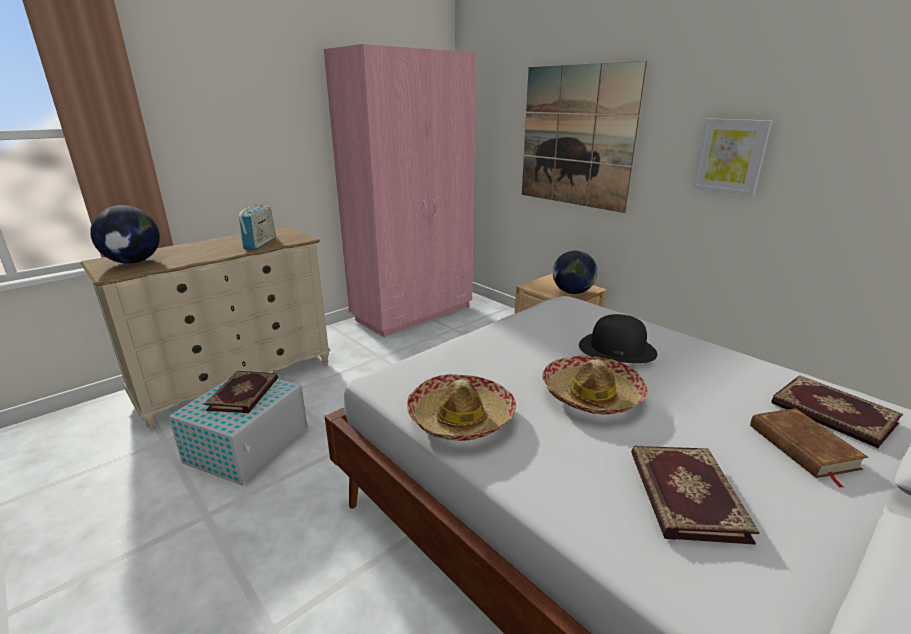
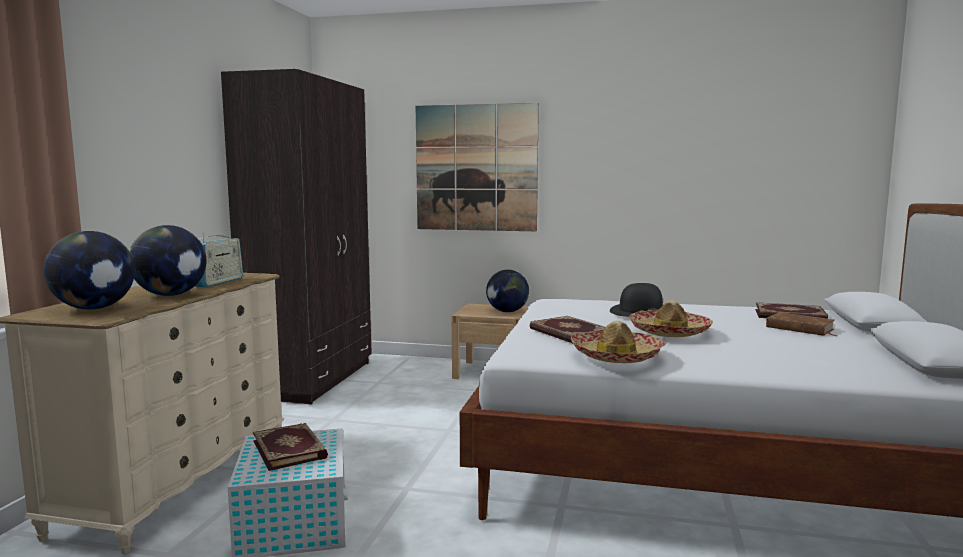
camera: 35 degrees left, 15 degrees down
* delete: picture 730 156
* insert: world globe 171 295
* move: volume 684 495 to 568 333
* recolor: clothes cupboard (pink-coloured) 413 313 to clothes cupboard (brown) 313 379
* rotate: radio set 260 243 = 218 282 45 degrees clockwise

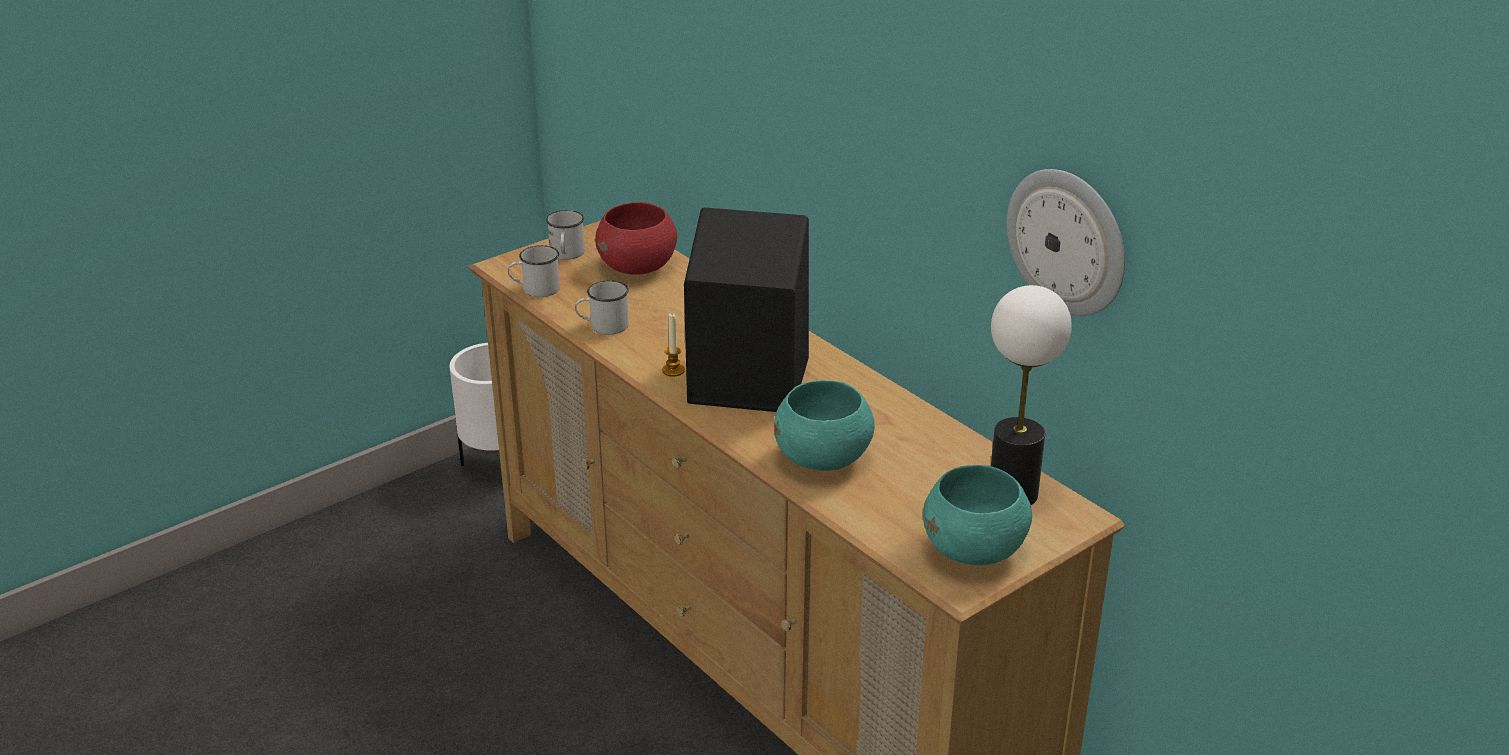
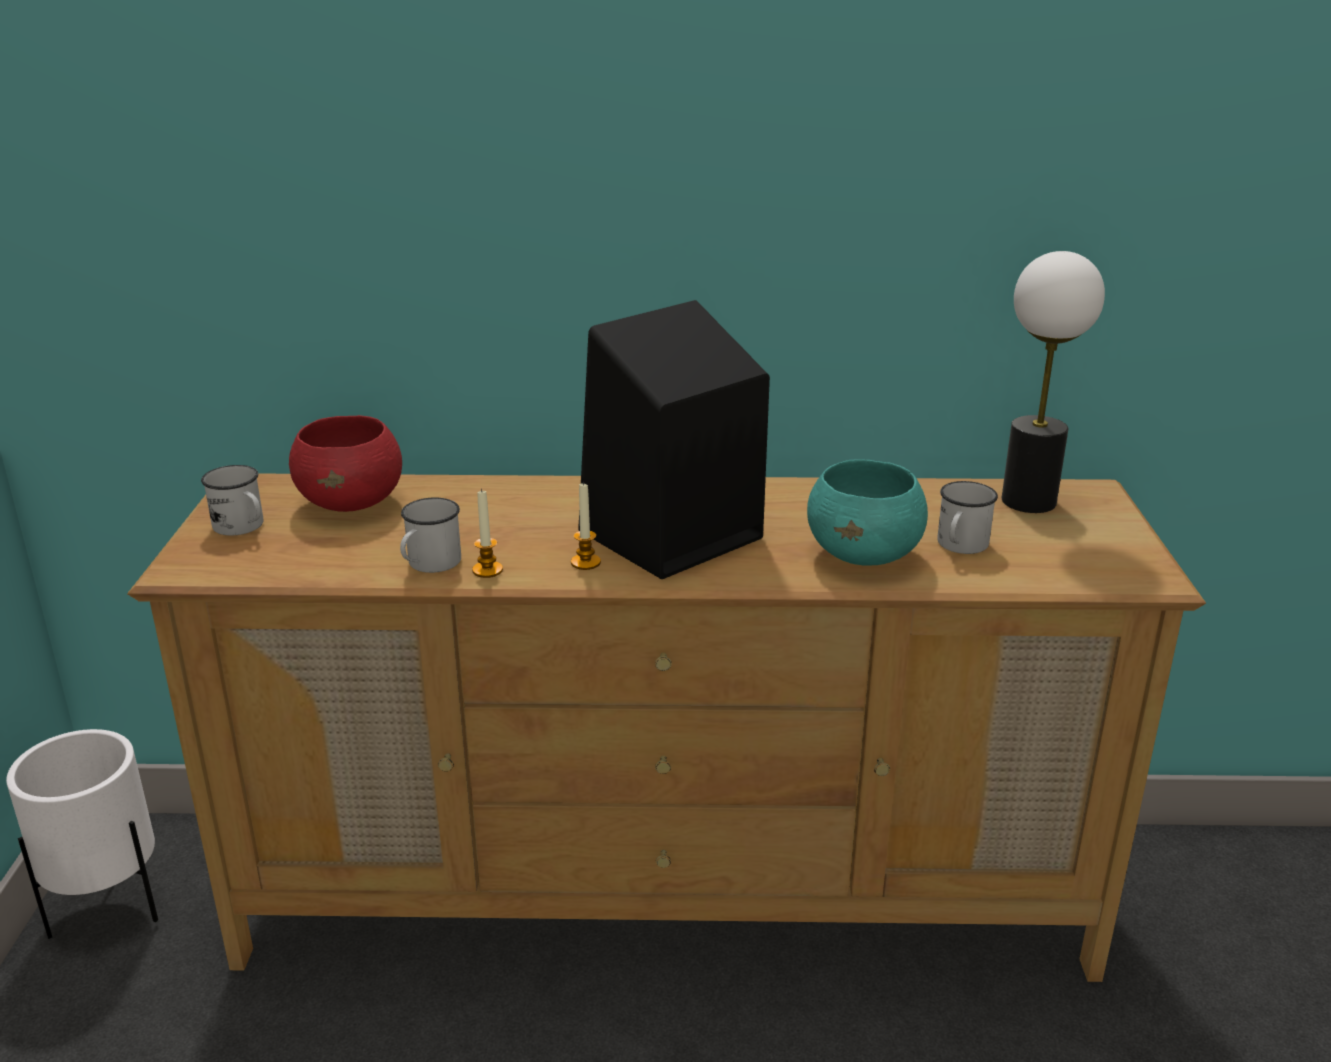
camera: 50 degrees left, 5 degrees down
* delete: serving bowl (blue-green) 975 550
* delete: wall clock 1068 241
* insert: wax light 487 570
* move: tea mug (white) 535 289 to 960 546

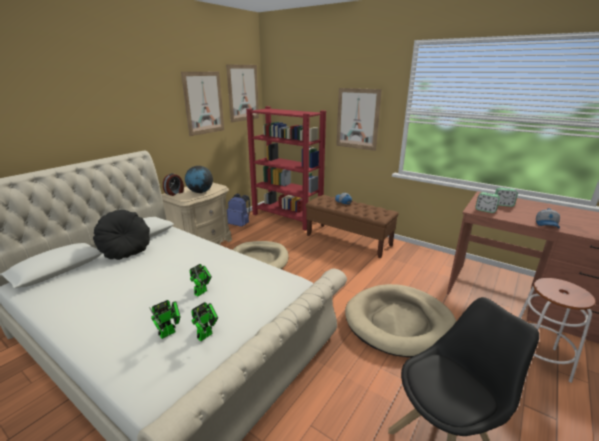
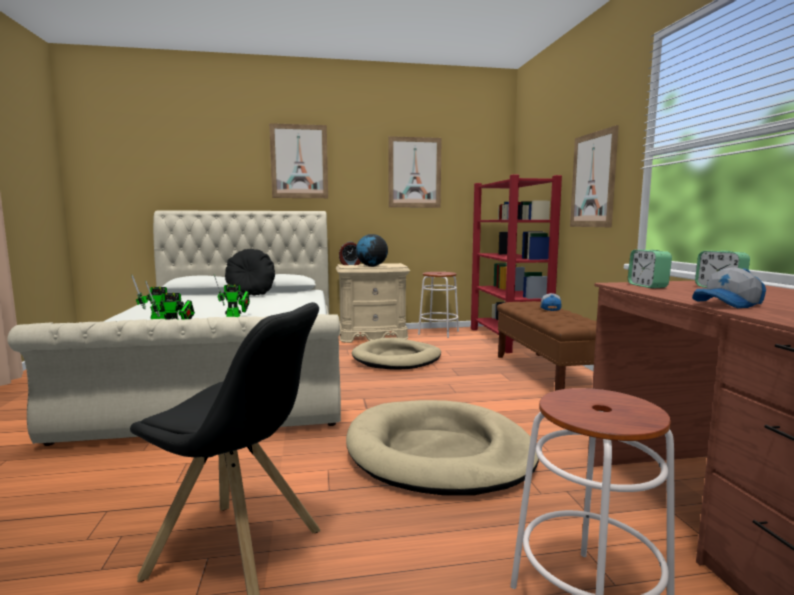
camera: 45 degrees right, 15 degrees down
* move: picture 243 93 to 299 161
* replace: backpack (bluish) 240 225 to stool (white) 438 332

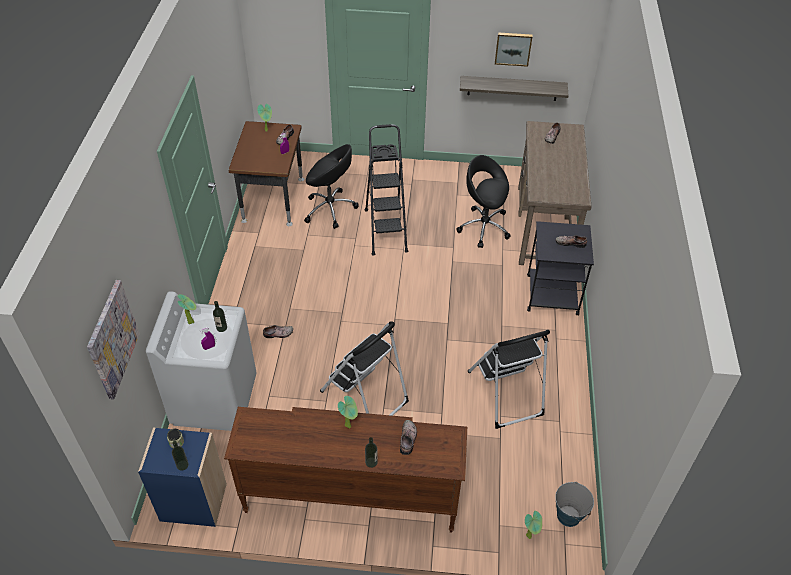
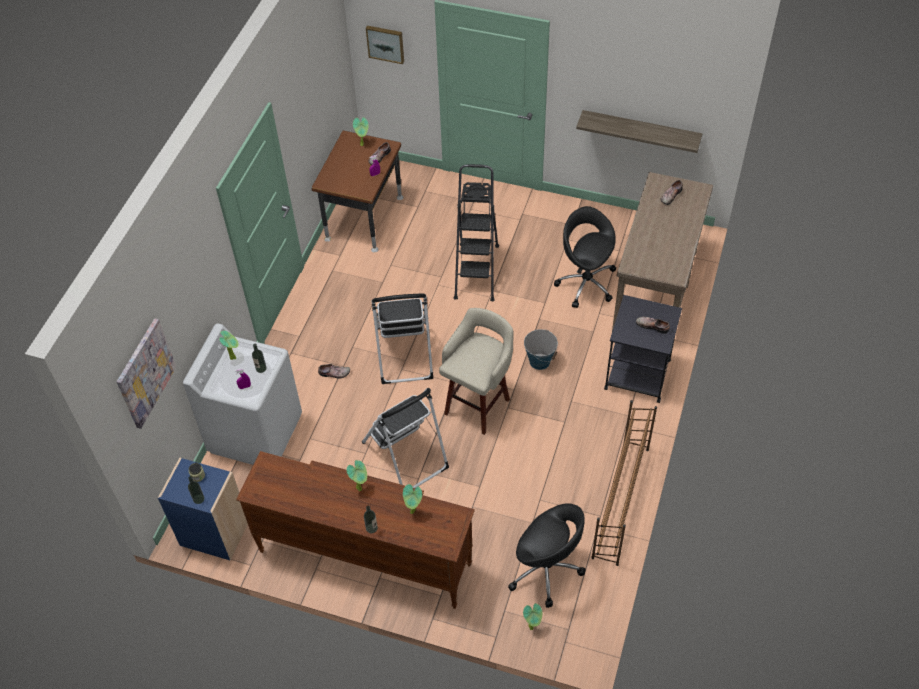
camera: 15 degrees right, 5 degrees up
* insert: stool (beige-coloured) 479 405
* insert: shoe rack (brown) 620 502
* move: computer chair (black-coloured) 331 209 to 547 571
* move: step stool 505 395 to 404 354
* move: picture 513 48 to 385 43
* move: bucket 568 515 to 539 361
* replace: item of footwear 408 439 to plant in a pot 413 512

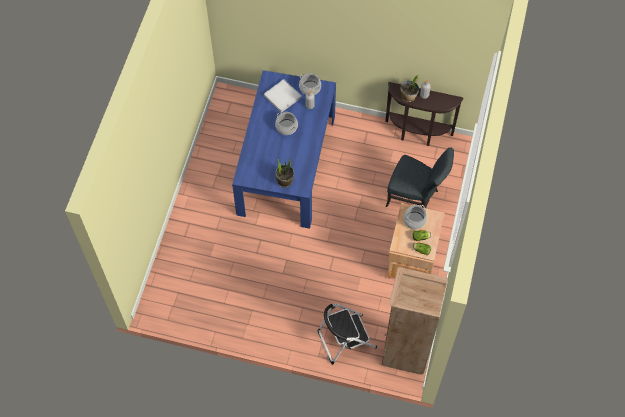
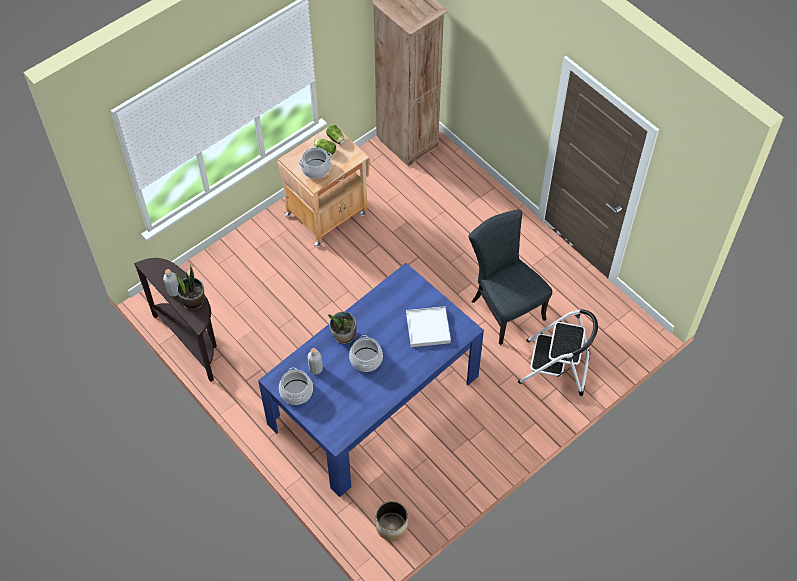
camera: 145 degrees left, 5 degrees down
* insert: plant pot 391 526
* move: serving tray (white) 282 96 to 428 328
* move: plant in a pot 284 181 to 344 335
* move: step stool 345 339 to 557 368
* move: plain chair (greyish) 415 198 to 504 307

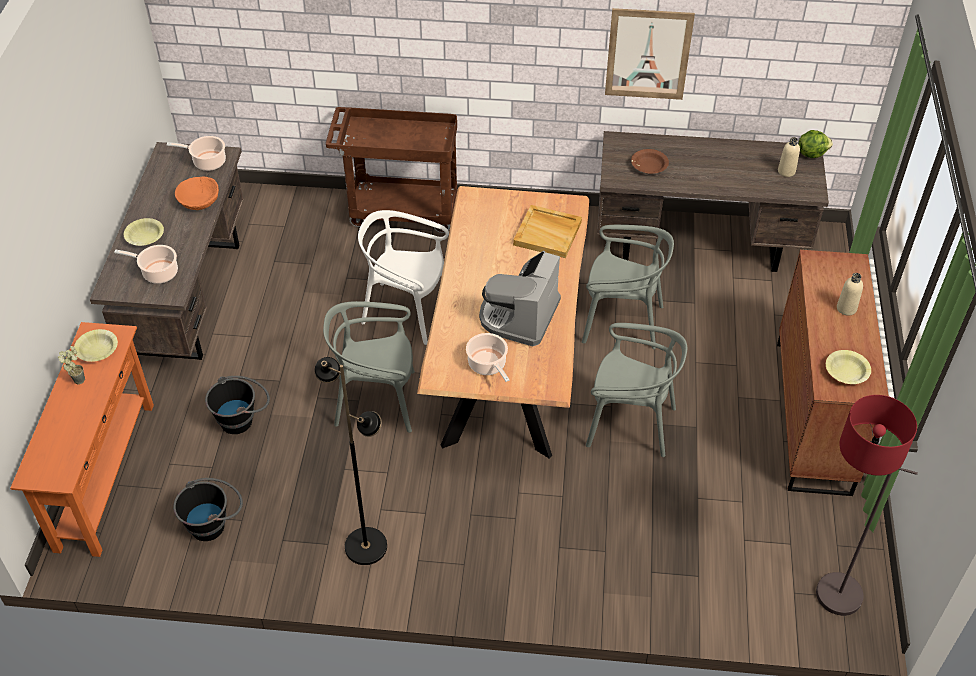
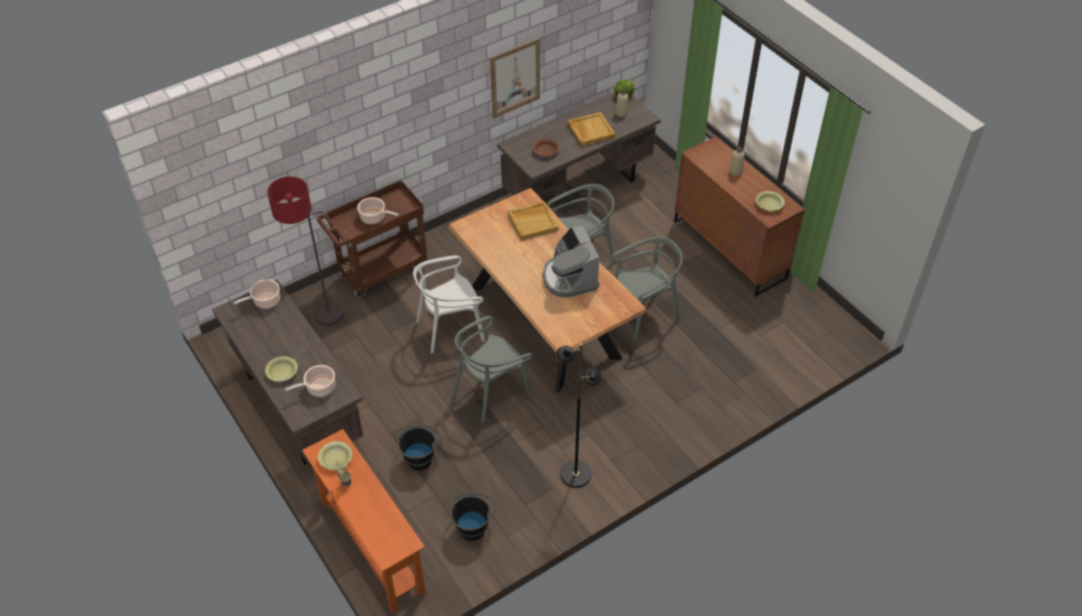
camera: 40 degrees left, 0 degrees up
* delete: serving bowl (orangey) 199 200
* insert: serving tray (beige-coloured) 590 130
* move: stockpot 488 365 to 374 217
* move: standing lamp (reddish) 824 591 to 320 317

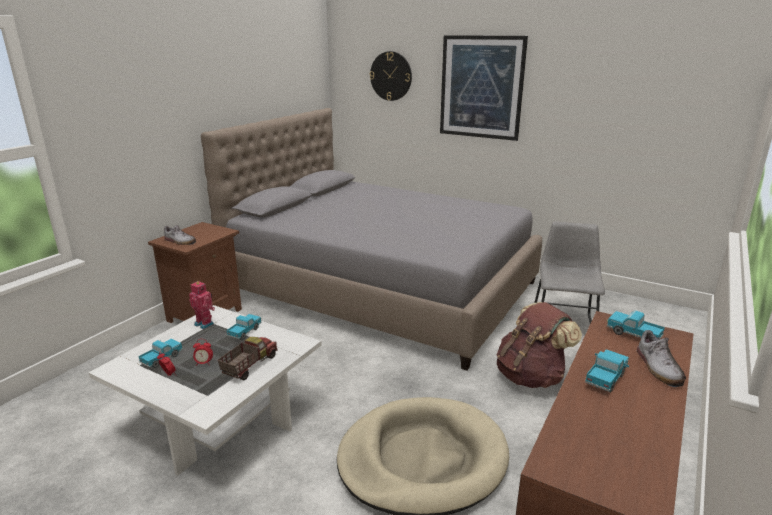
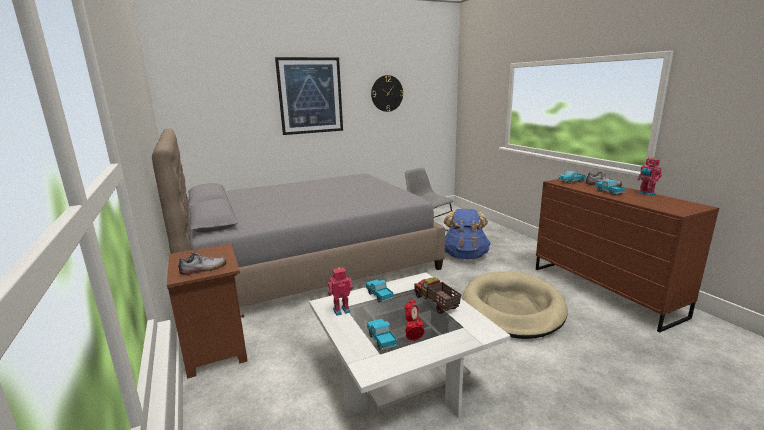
camera: 55 degrees left, 5 degrees down
* insert: robot figure 646 194
* move: wall clock 391 76 to 387 93
* recolor: backpack (brown) 531 376 to backpack (bluish) 465 256

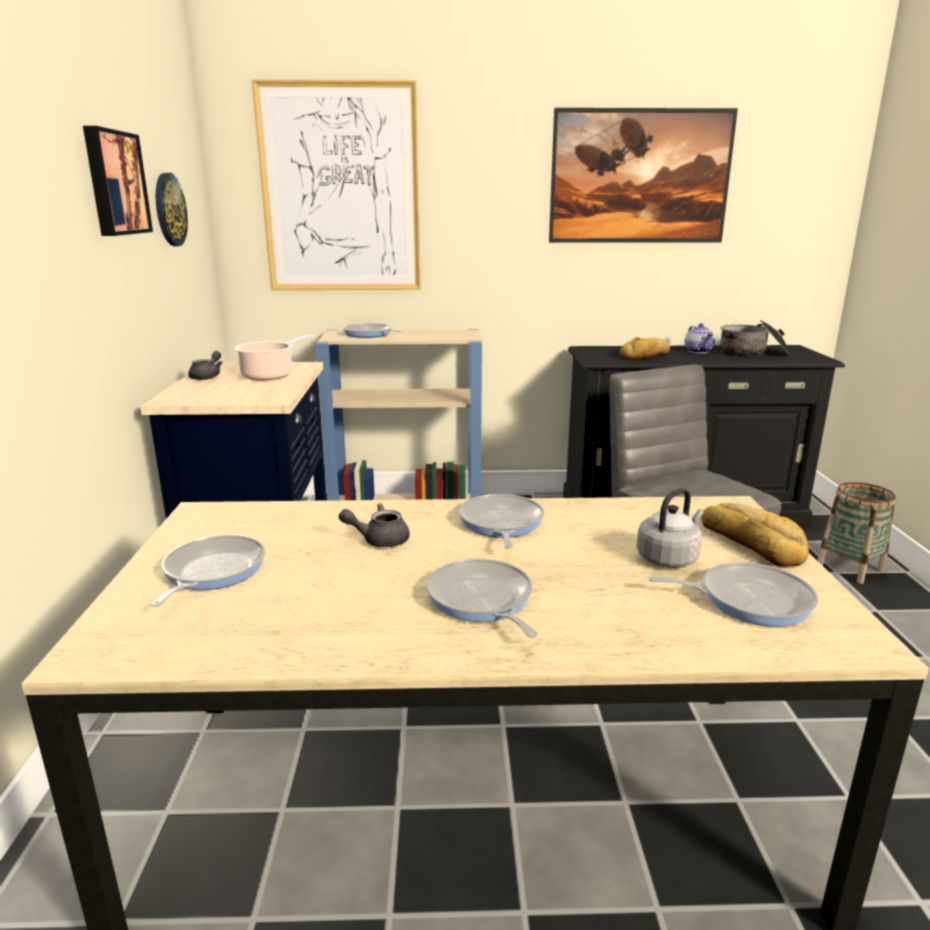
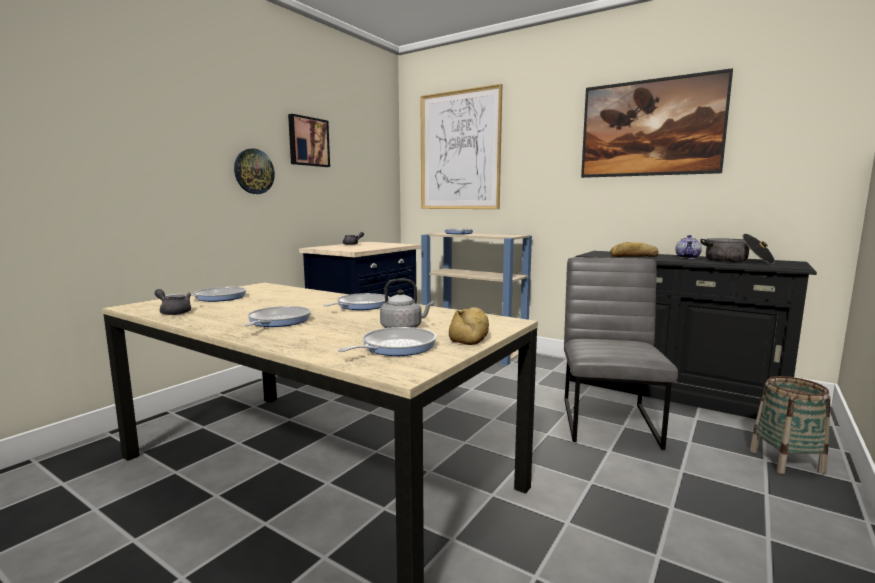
camera: 35 degrees right, 10 degrees down
* delete: stockpot 270 375
* move: wall clock 169 209 to 254 171
* move: teapot (greyish) 379 540 to 174 312
* rotate: frying pan 748 599 = 395 347 90 degrees counterclockwise

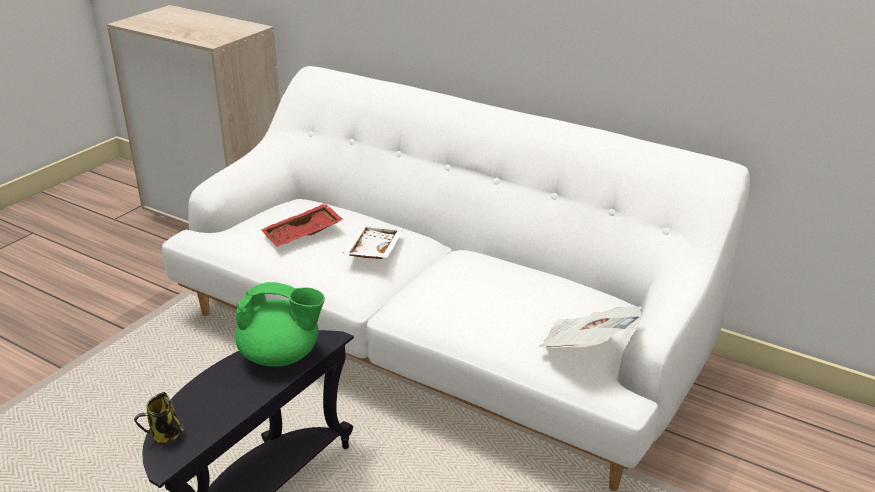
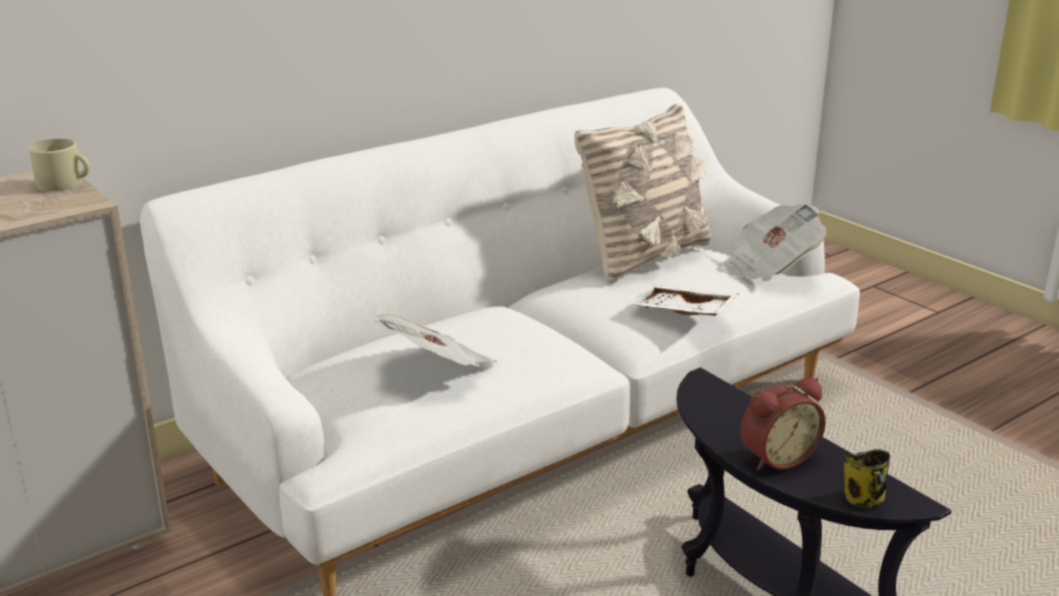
camera: 70 degrees left, 5 degrees down
* delete: teapot (green) 281 356
* insert: tea mug (beige-coloured) 65 184
* insert: throw pillow (beige-coloured) 645 258
* insert: bedside clock 776 457
* move: serving tray (white) 372 250 to 682 313
* replace: serving tray (reddish) 303 235 to daily paper 437 369

